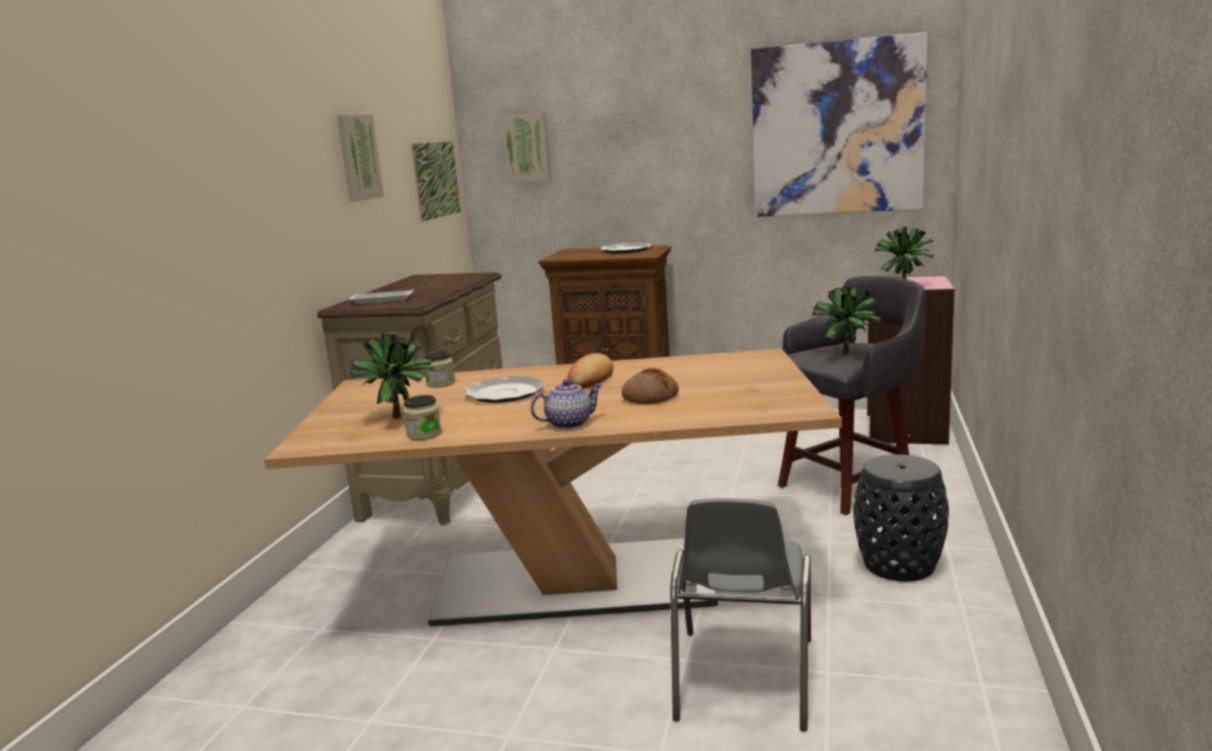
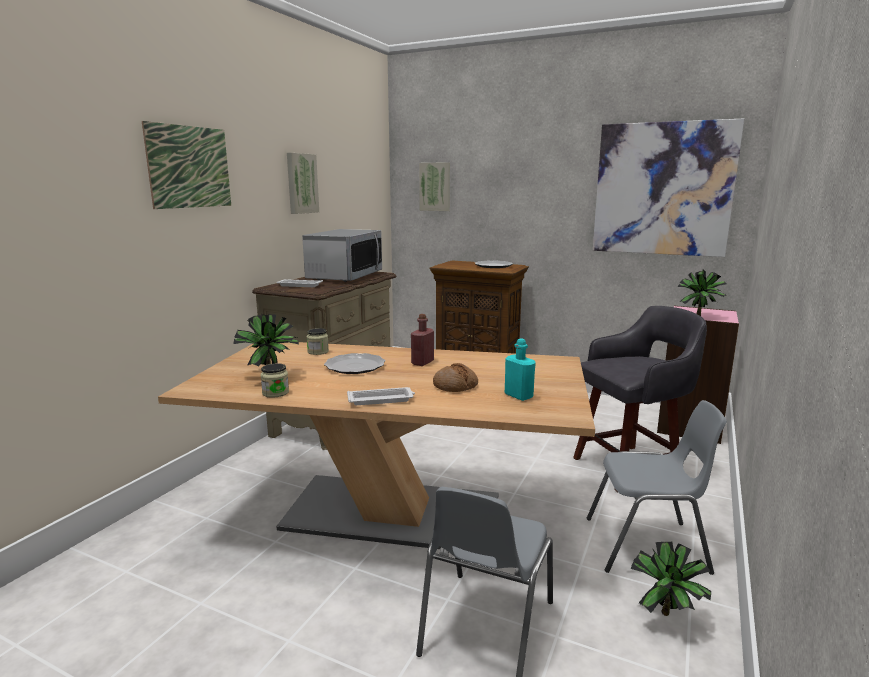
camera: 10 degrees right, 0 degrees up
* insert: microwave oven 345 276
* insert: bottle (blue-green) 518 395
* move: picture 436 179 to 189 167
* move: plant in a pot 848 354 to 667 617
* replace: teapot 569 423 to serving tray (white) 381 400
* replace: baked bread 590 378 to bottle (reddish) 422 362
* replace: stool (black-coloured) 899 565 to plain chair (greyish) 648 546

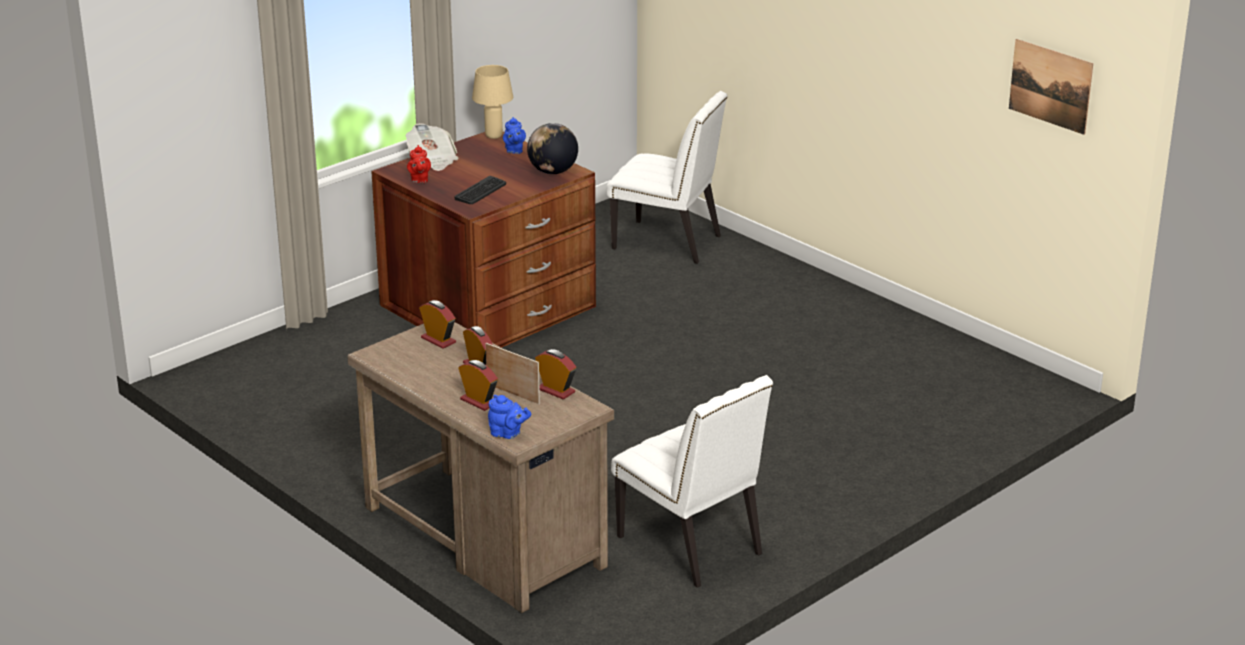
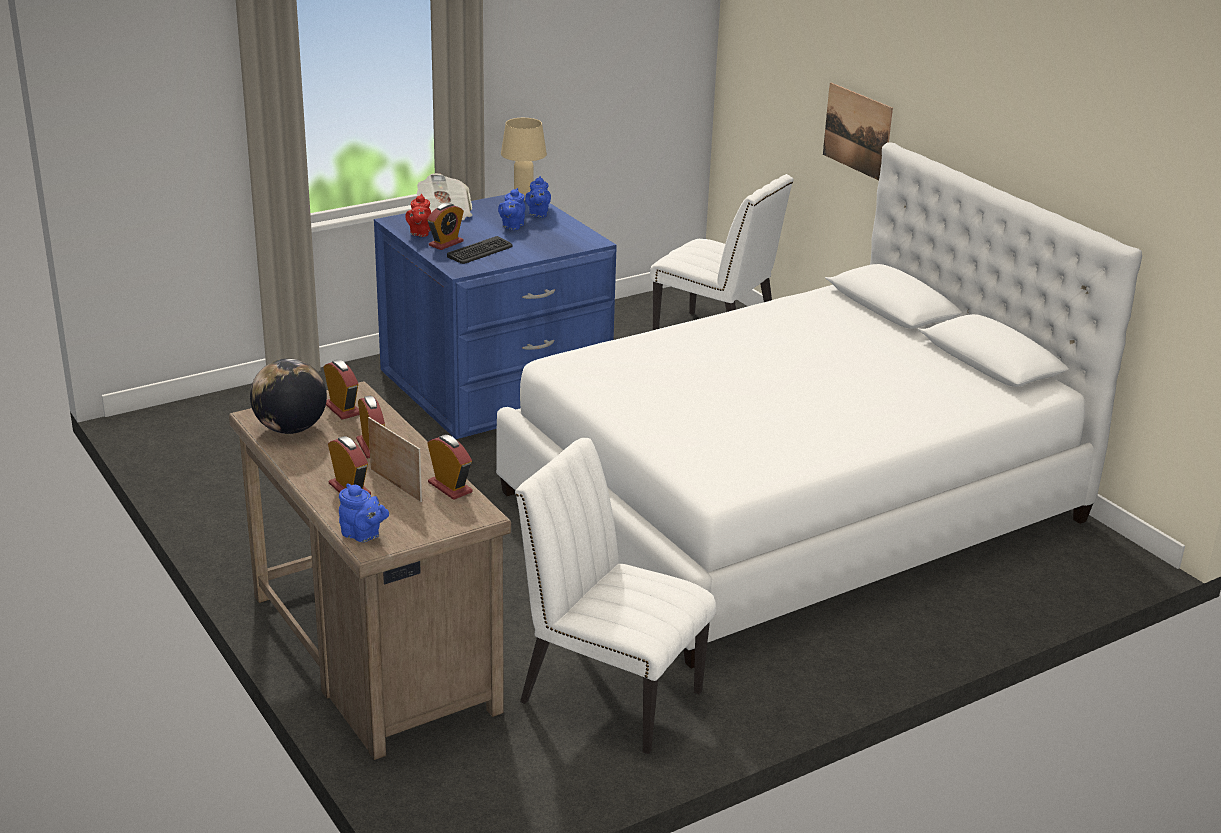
camera: 10 degrees right, 0 degrees up
* insert: bedside clock 446 243
* insert: sleeping bed (white) 794 506
* insert: teapot (bluish) 512 226
* move: world globe 552 172 to 290 429
* move: picture 1050 86 to 857 131
* recolor: dresser (brown) 489 306 to dresser (bluish) 496 384
* rotate: plain chair (white) 688 545 = 612 698 150 degrees clockwise

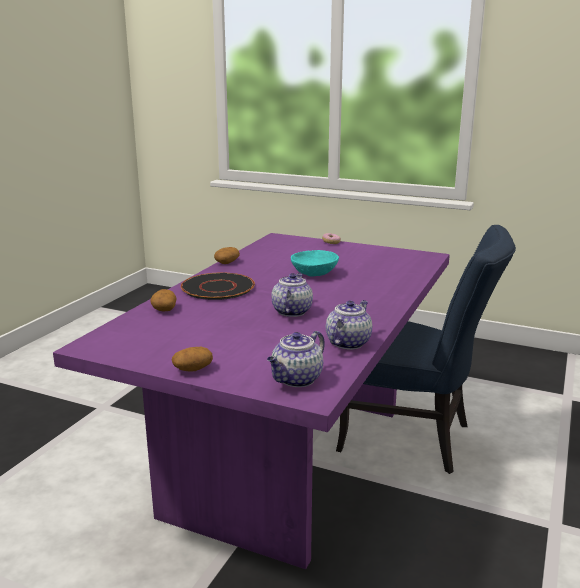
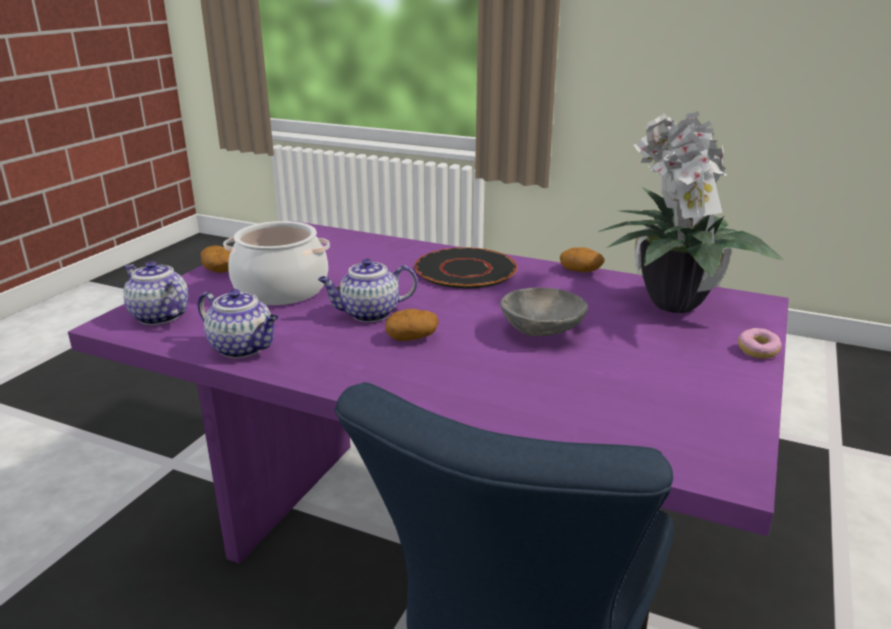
camera: 90 degrees right, 5 degrees up
* insert: stockpot 282 290
* insert: plant in a pot 673 307
* move: potato 164 308 to 412 337
* recolor: serving bowl (blue-green) 315 273 to serving bowl (greyish) 543 332
* rotate: teapot 291 311 = 368 314 150 degrees clockwise

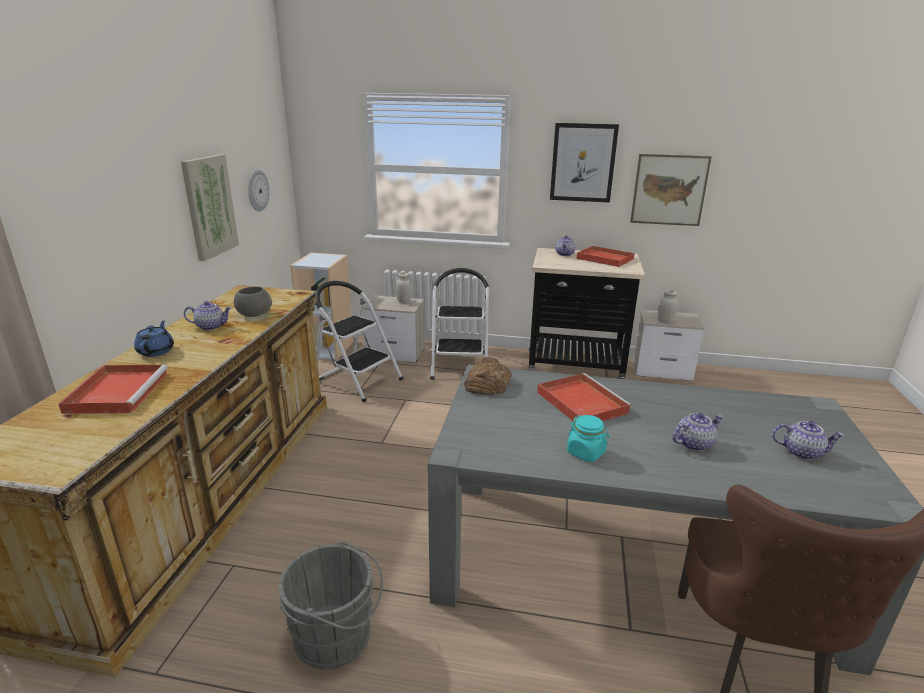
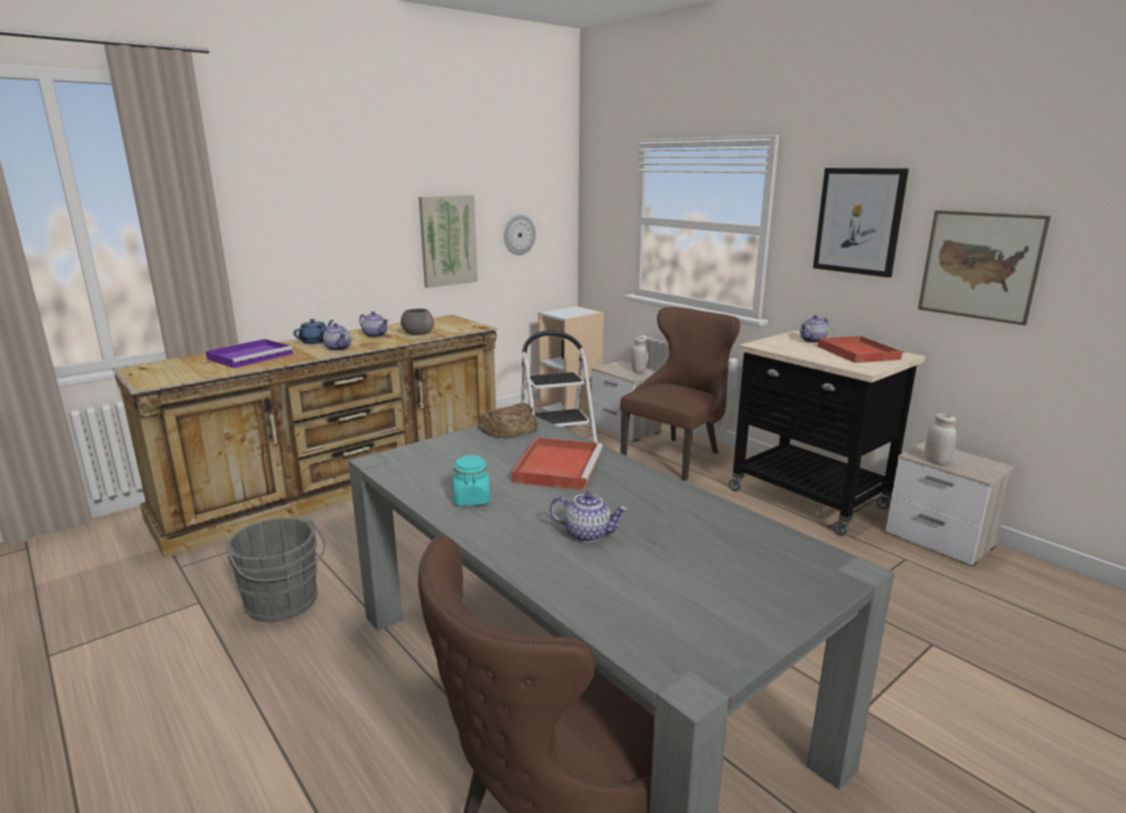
camera: 40 degrees right, 5 degrees down
* move: teapot 802 452 to 338 348
* replace: step stool 460 364 to plain chair (brown) 676 456
* recolor: serving tray (reddish) 118 391 to serving tray (purple) 251 356

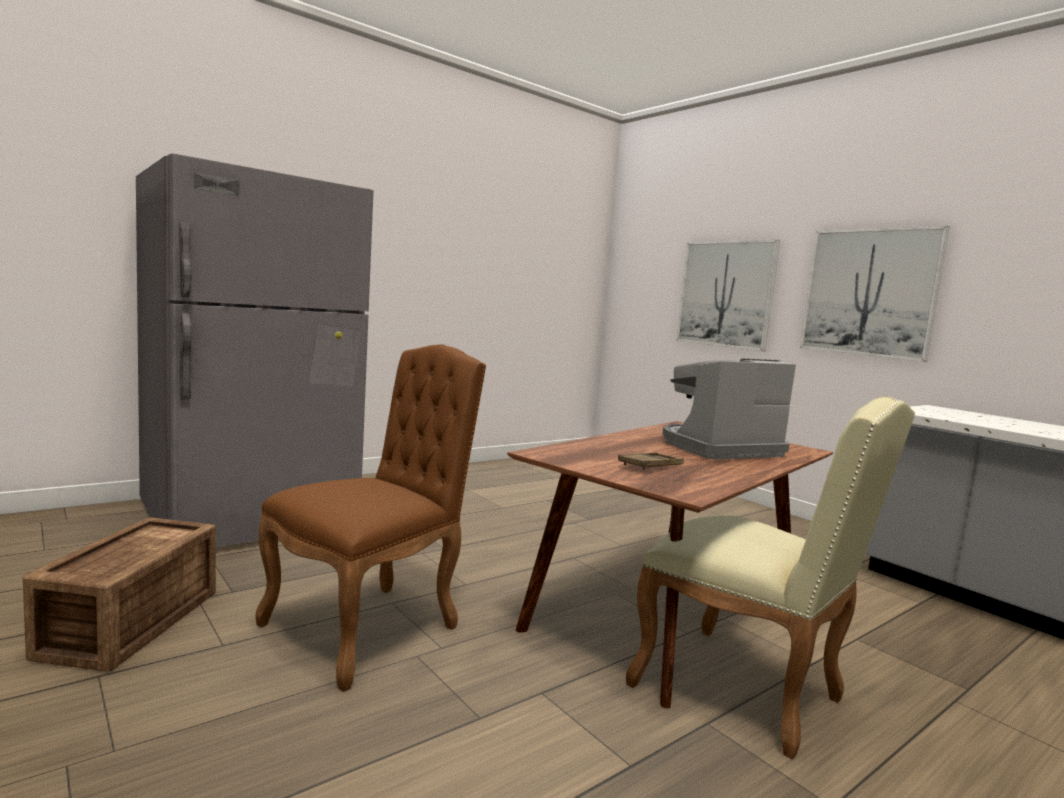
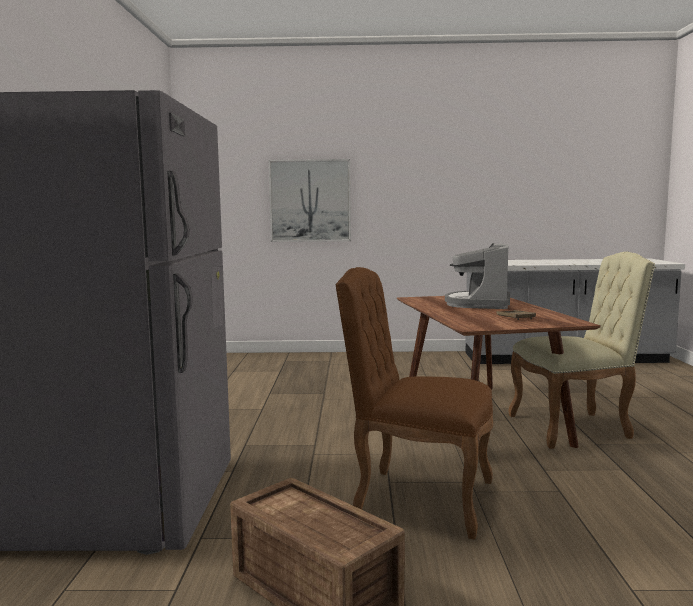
camera: 50 degrees left, 0 degrees up
* delete: picture 869 292
* rotate: plain chair (brown) 367 627 = 420 498 60 degrees counterclockwise

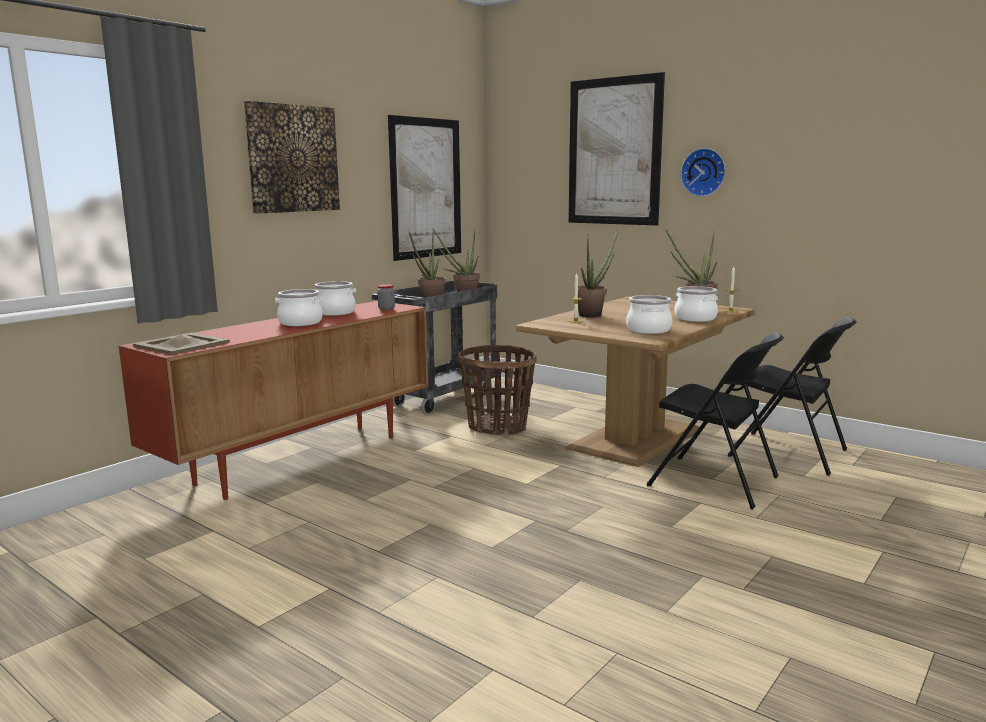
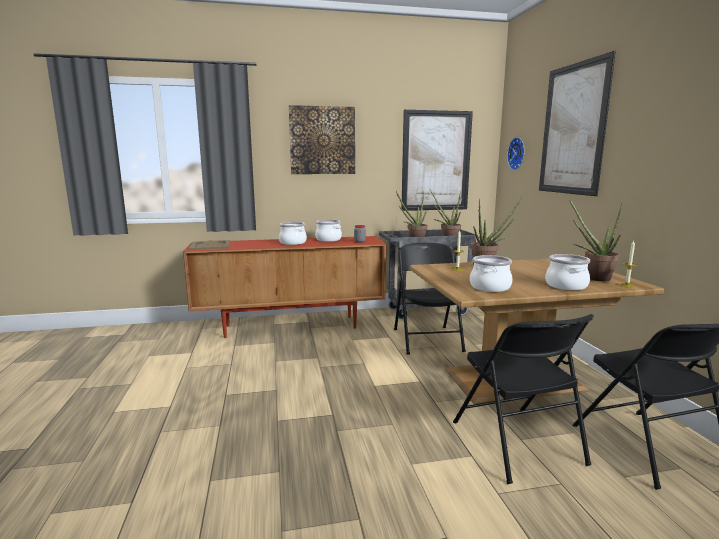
camera: 40 degrees right, 0 degrees up
* move: wall clock 704 172 to 518 153
* replace: storage basket 498 427 to plain chair (black-coloured) 427 340

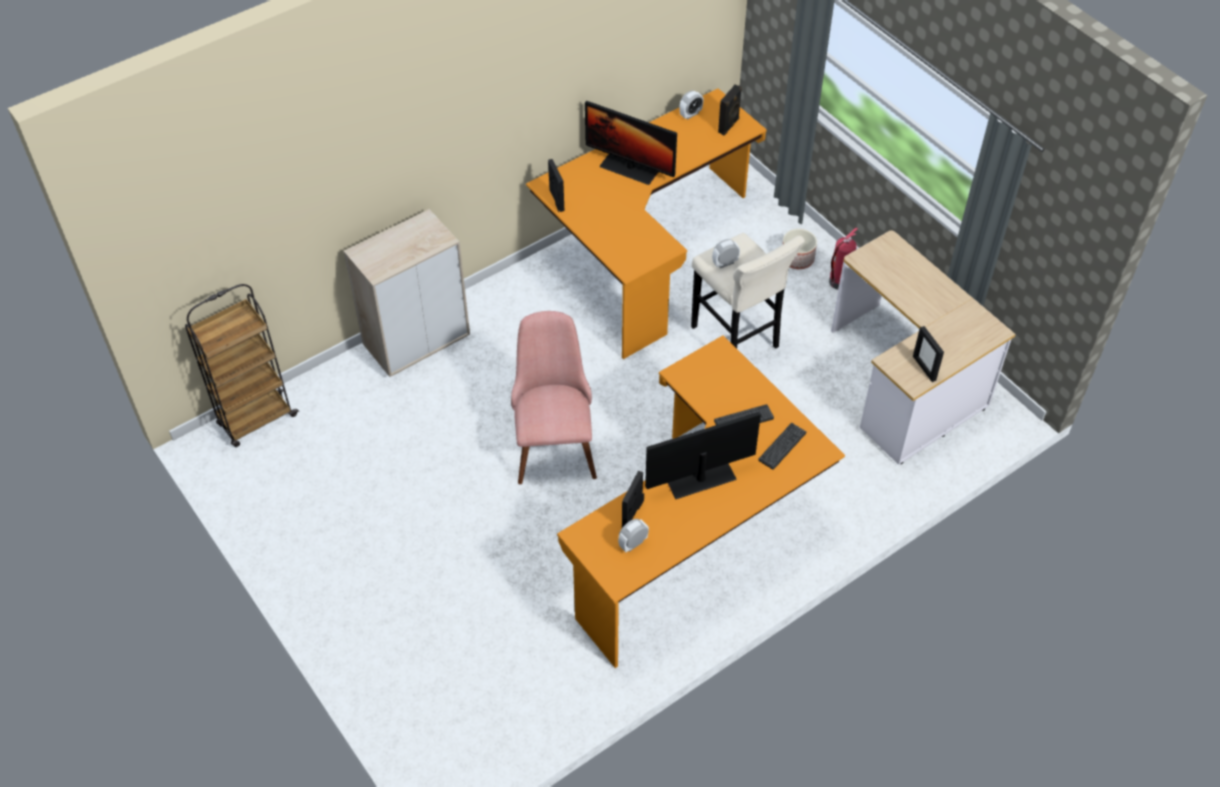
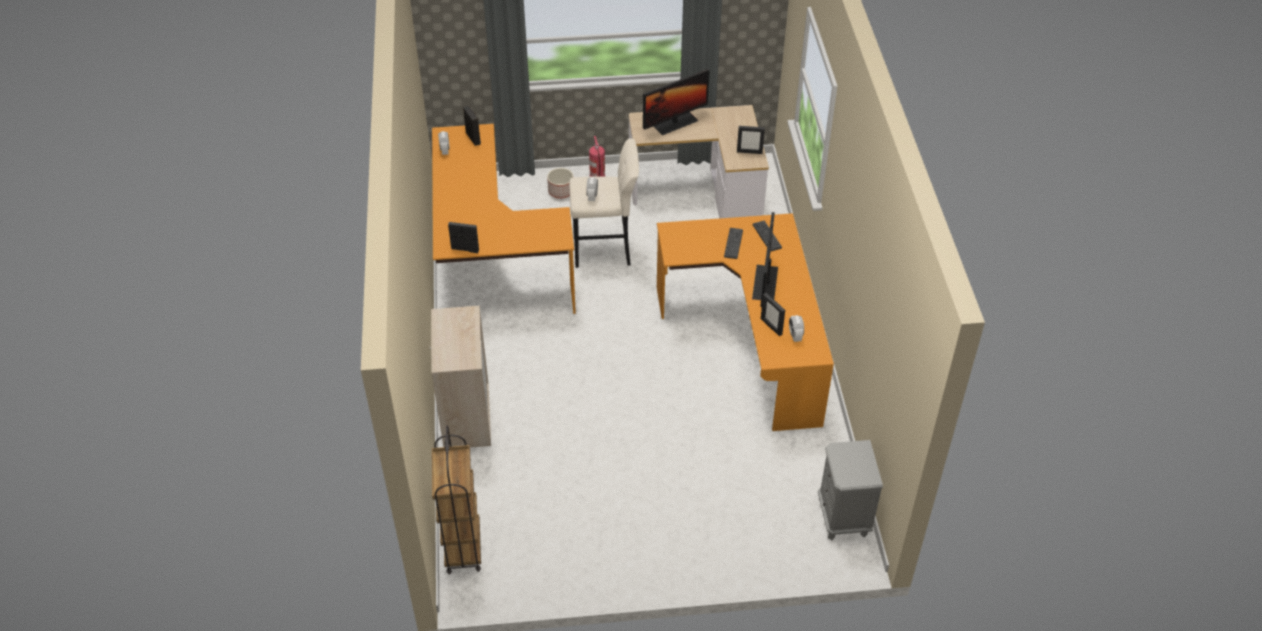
camera: 60 degrees left, 5 degrees down
* delete: plain chair (pink-coloured) 553 440
* insert: bedside table (greyish) 843 517
* move: computer display 629 168 to 675 123

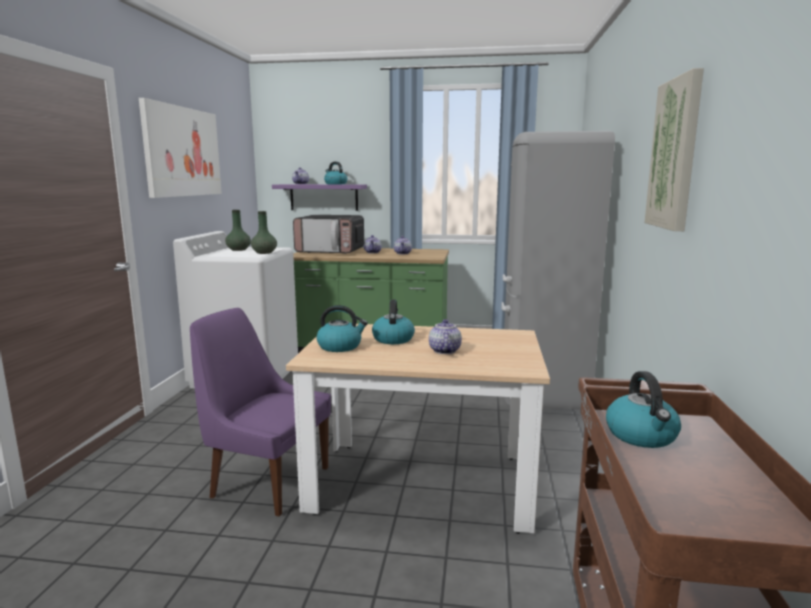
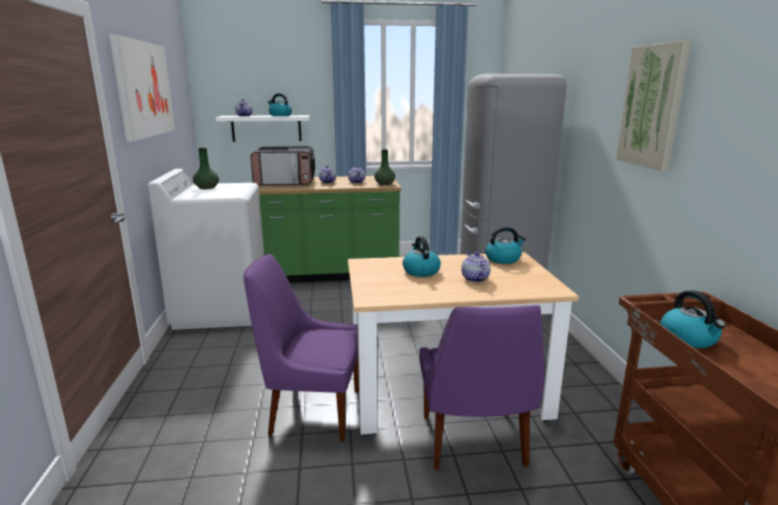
camera: 15 degrees left, 5 degrees up
* insert: plain chair (purple) 473 443
* move: flower vase (green) 264 253 to 385 184
* move: water kettle 340 346 to 503 259
* recolor: shelf (purple) 324 197 to shelf (white) 266 128

